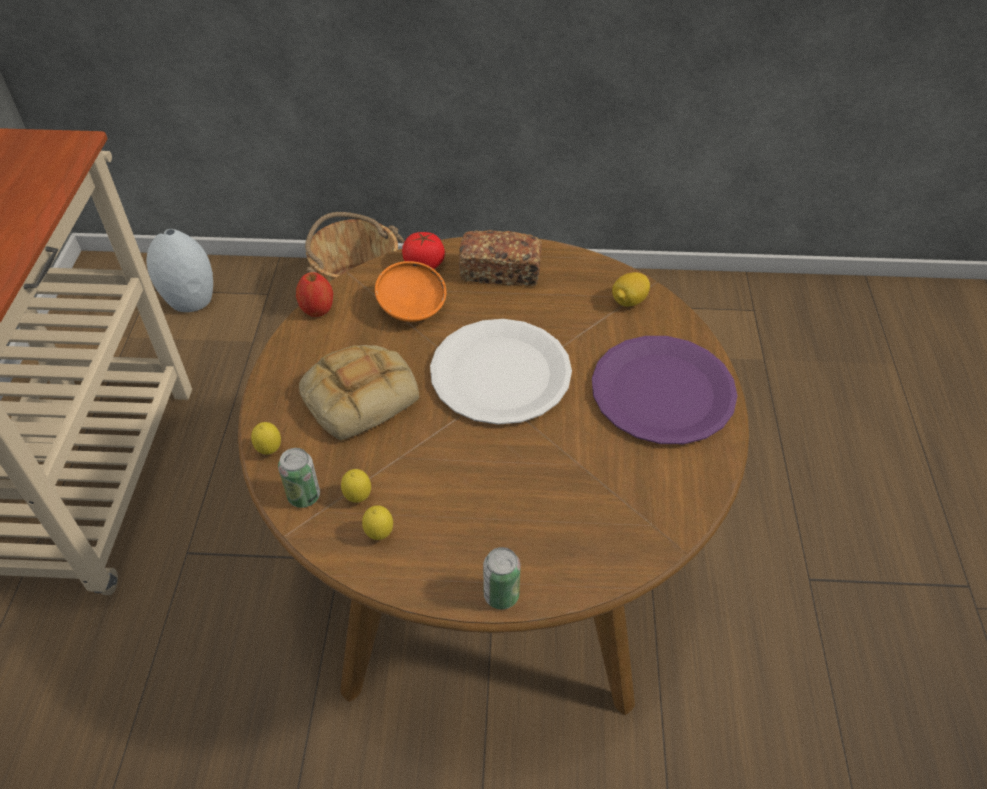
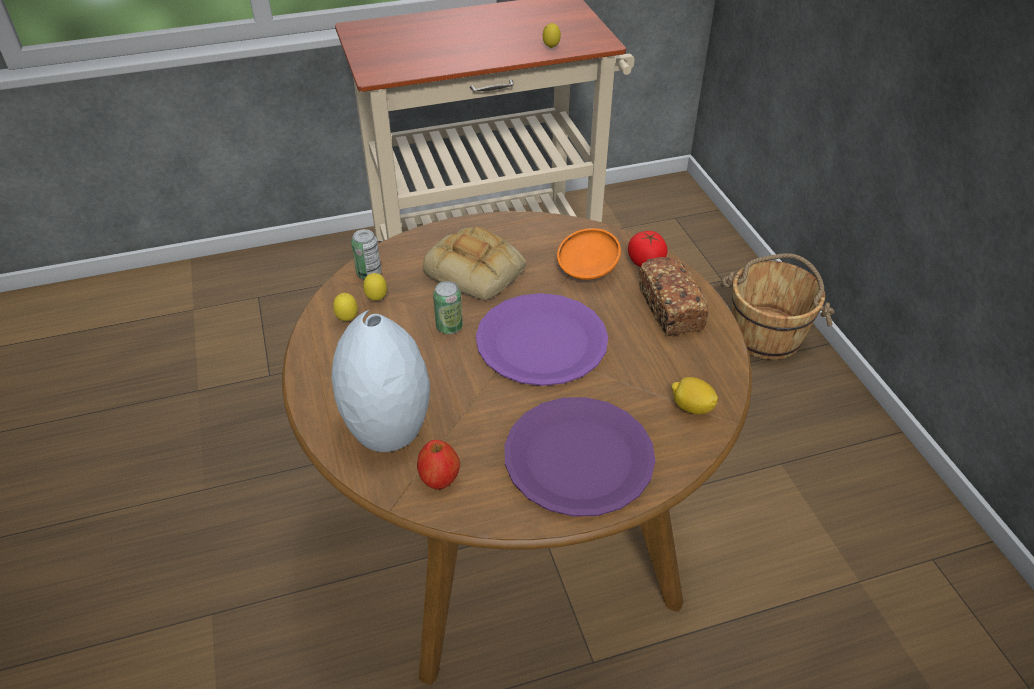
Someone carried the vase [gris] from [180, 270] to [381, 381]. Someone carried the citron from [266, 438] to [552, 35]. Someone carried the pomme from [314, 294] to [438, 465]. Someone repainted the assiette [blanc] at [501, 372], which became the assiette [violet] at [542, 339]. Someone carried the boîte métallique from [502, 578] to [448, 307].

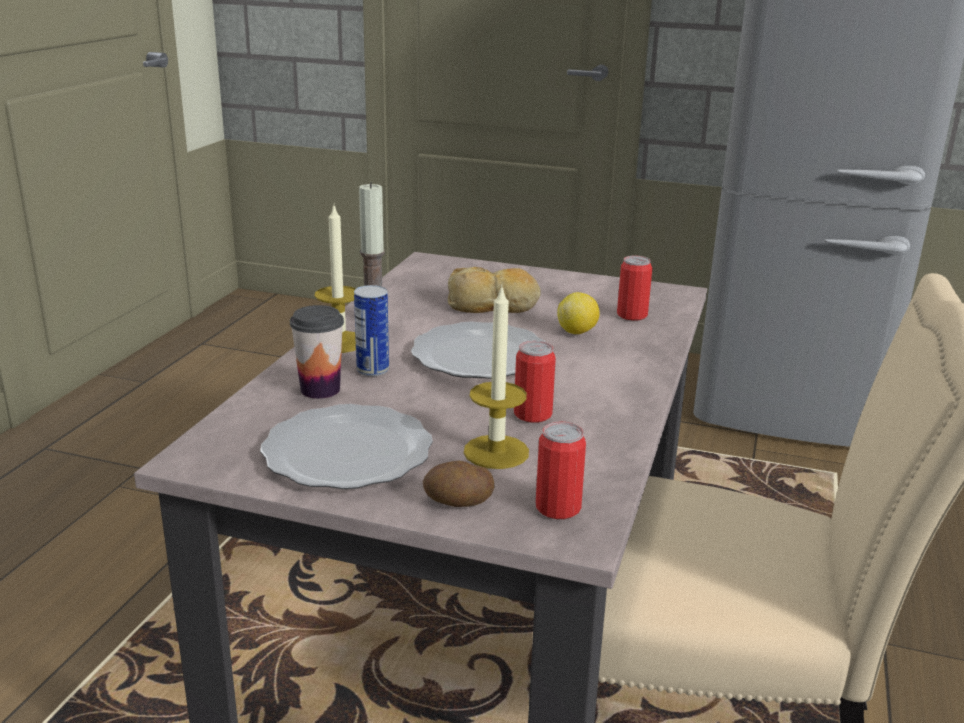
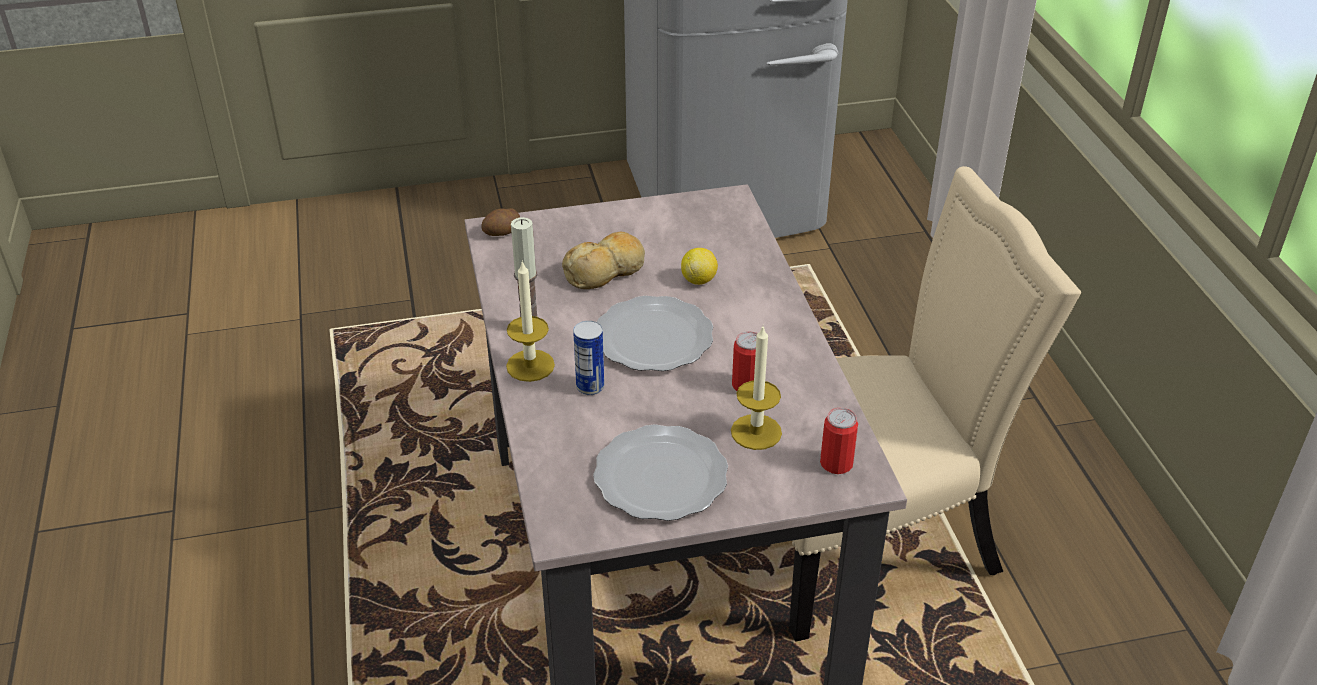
Someone took away the tasse at [317, 352]. Someone carried the pomme de terre from [458, 484] to [500, 222]. Someone took away the boîte métallique at [634, 288].

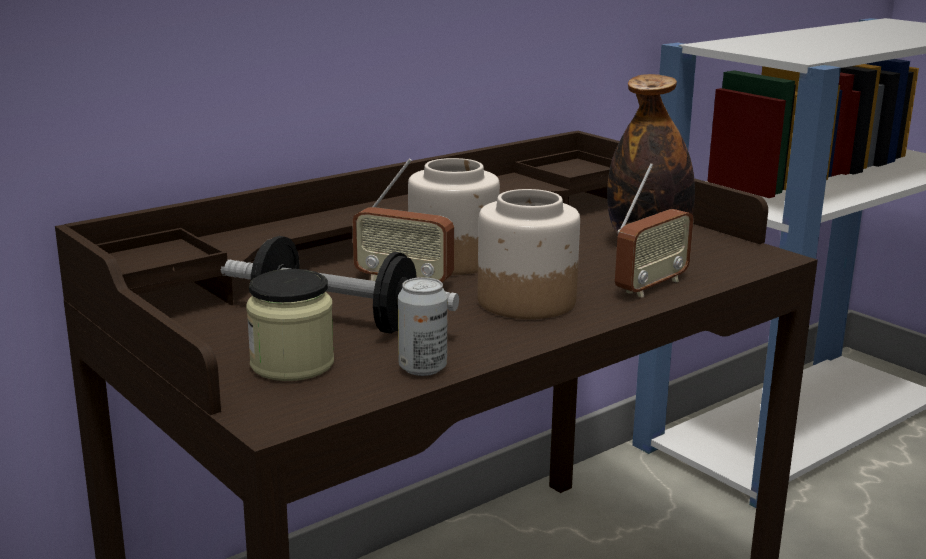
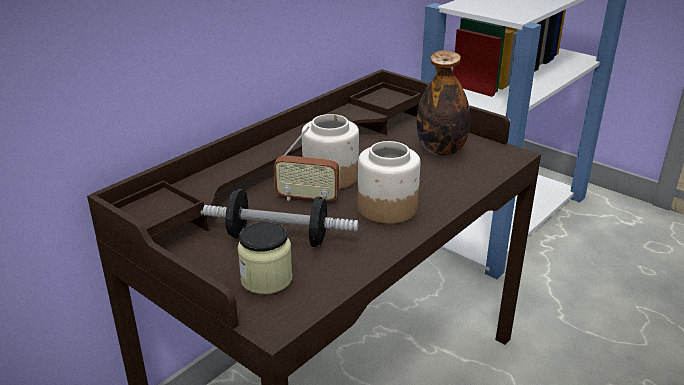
Someone took away the boîte métallique at [423, 326]. Someone took away the radio at [654, 230].

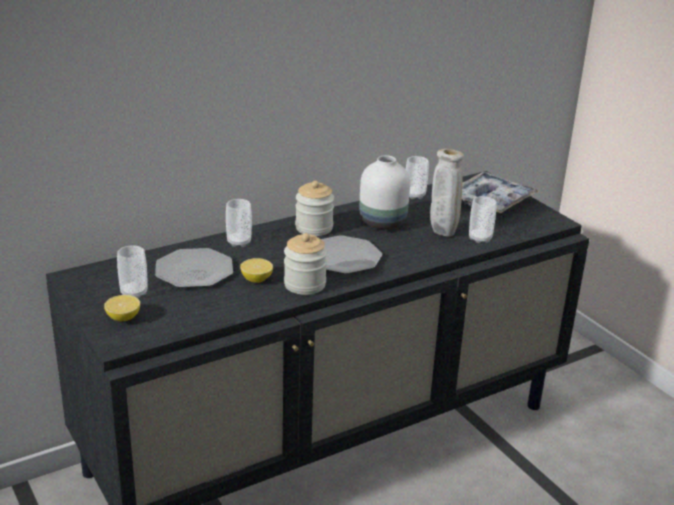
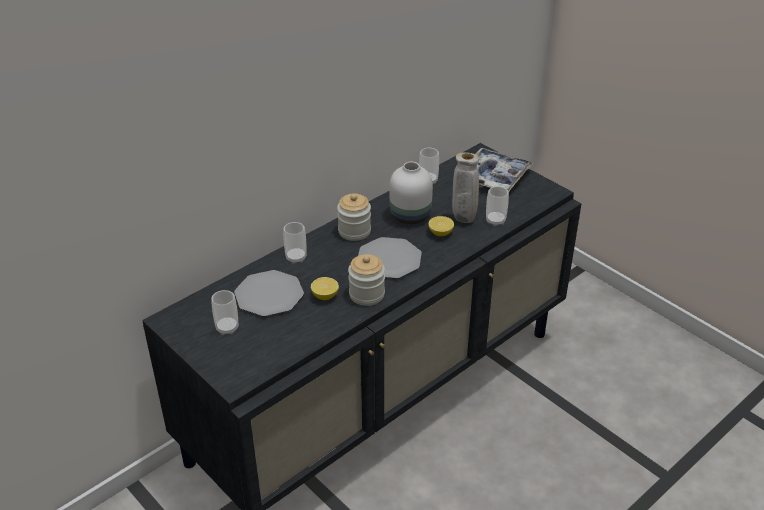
Someone carried the citron from [122, 308] to [441, 226].

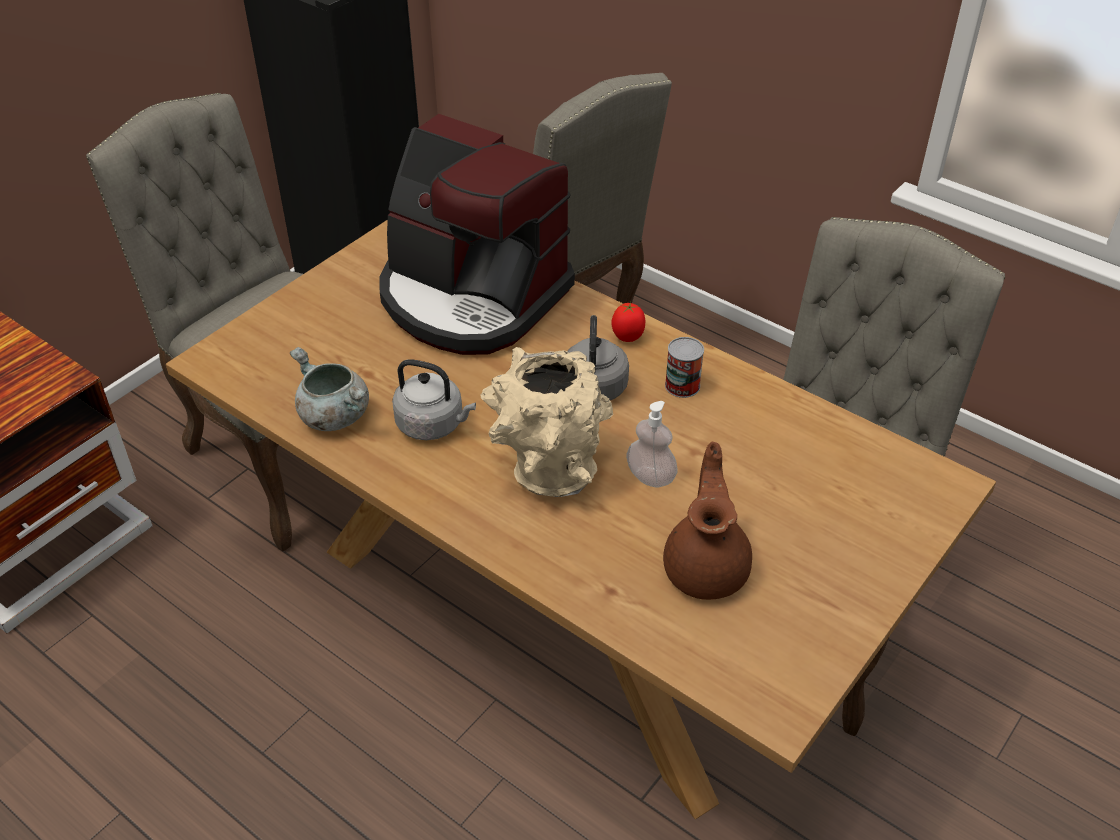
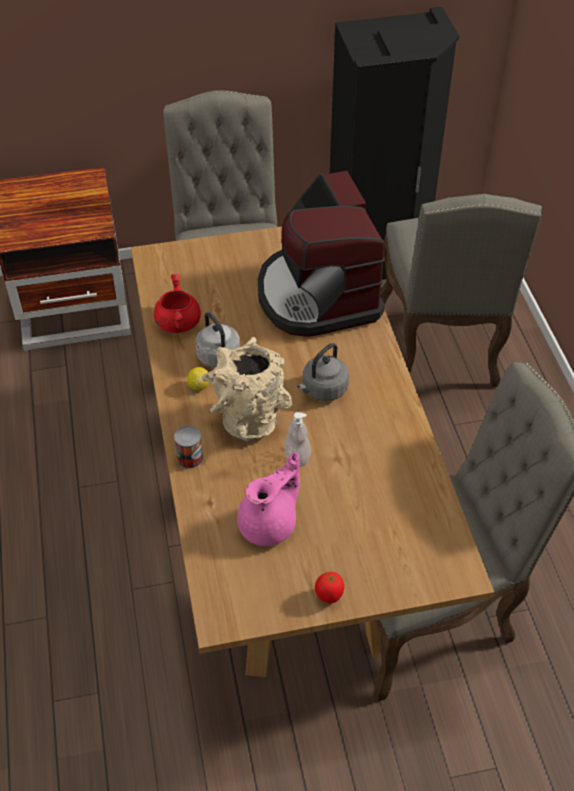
Someone repainted the marmite [gris] at [329, 389], which became the marmite [rouge] at [177, 303]. Someone carried the tomate from [628, 322] to [329, 587]. Someone repainted the théière [marron] at [707, 521], which became the théière [rose] at [268, 499]. Someone carried the boîte métallique from [684, 367] to [188, 447]. Someone put down the citron at [198, 379].

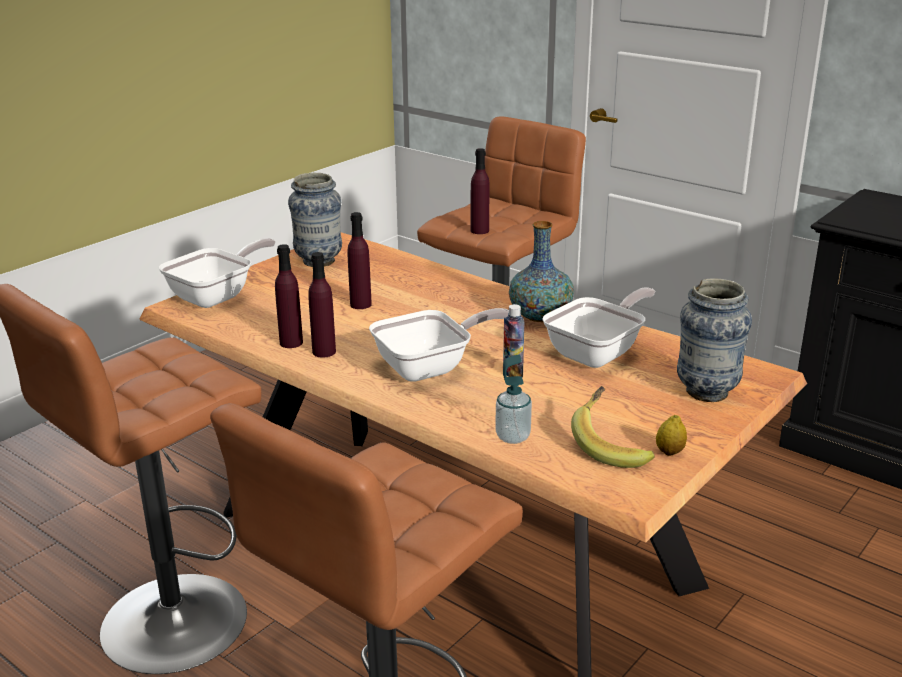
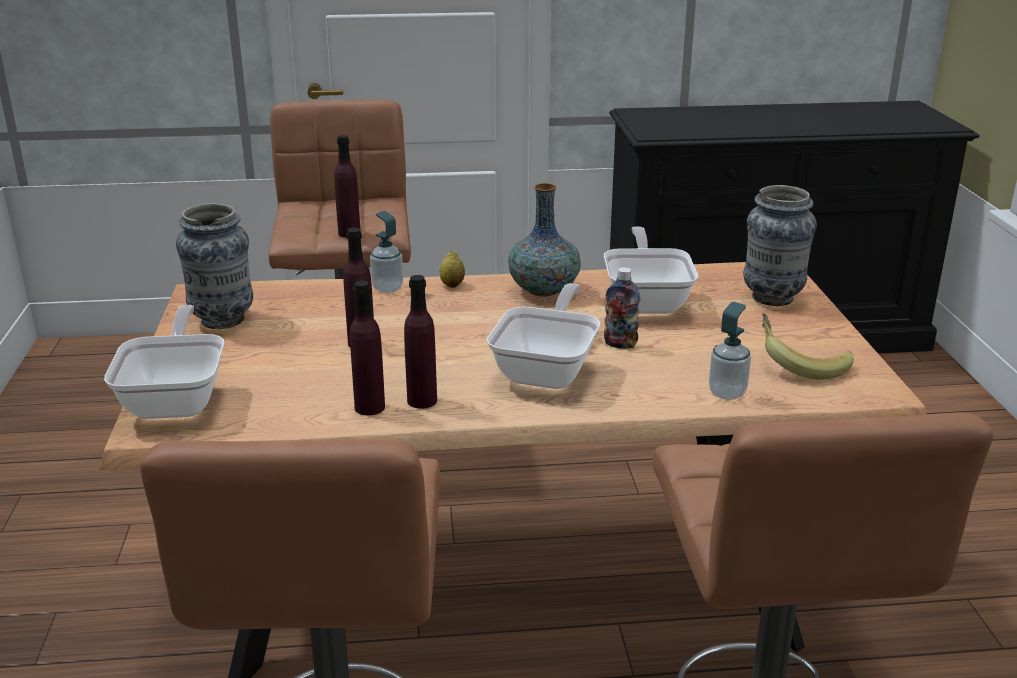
Someone carried the citron from [671, 435] to [452, 269]. Someone put down the distributeur de savon at [386, 252].

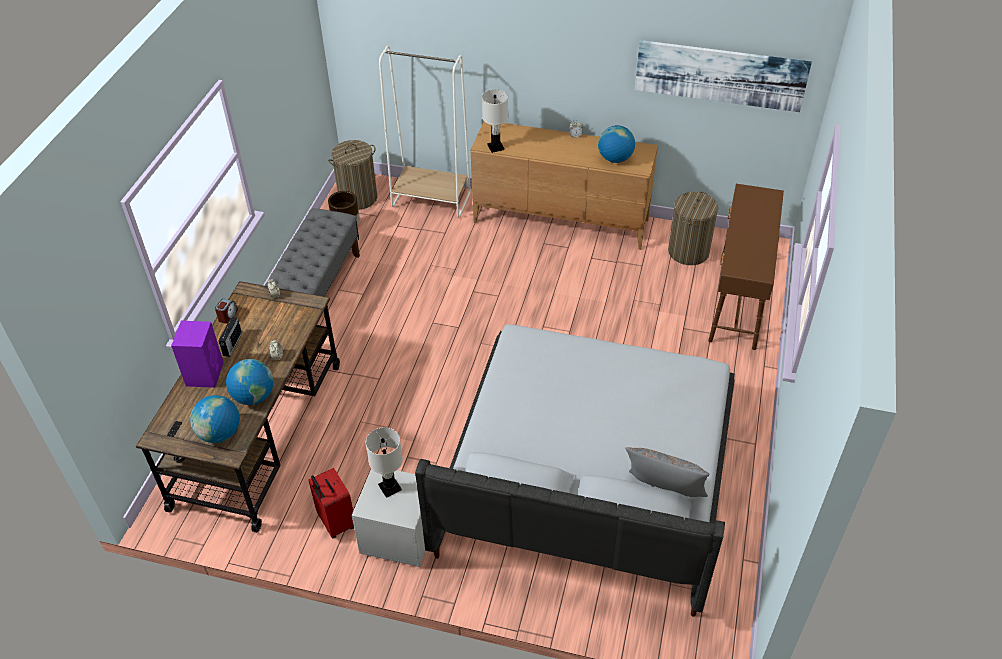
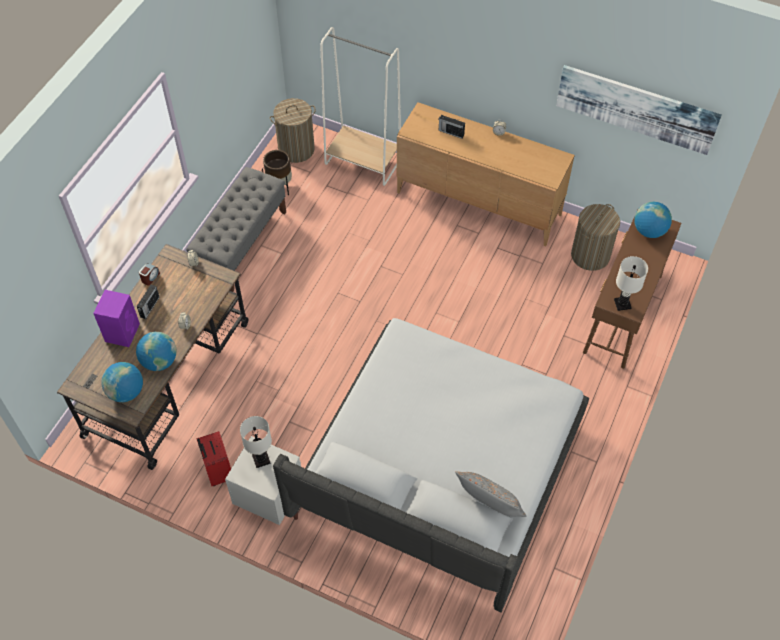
Someone carried the lampe de table [blanc] from [495, 121] to [631, 283]. Someone carried the globe from [616, 144] to [653, 220]. Someone put down the radio at [451, 127].

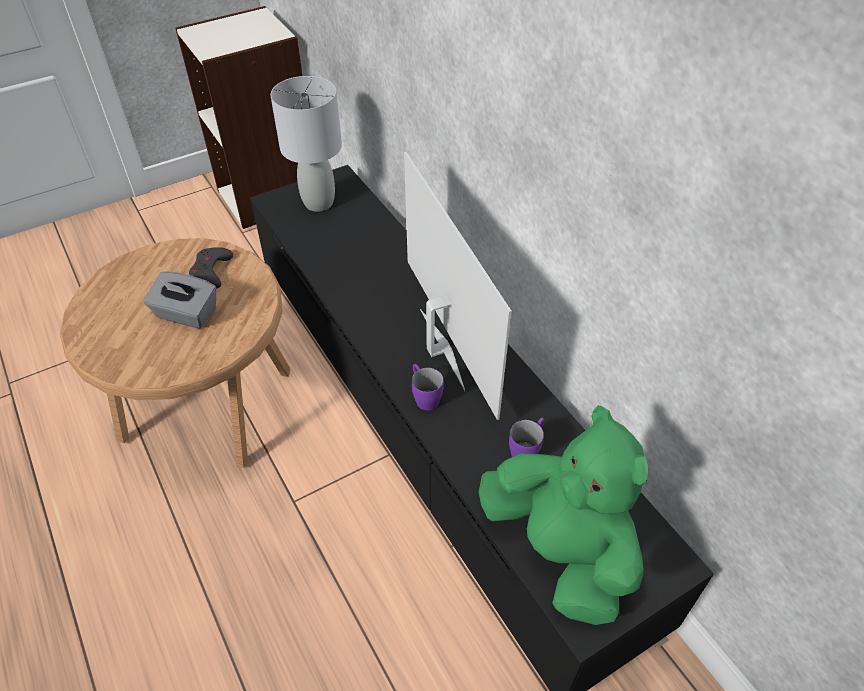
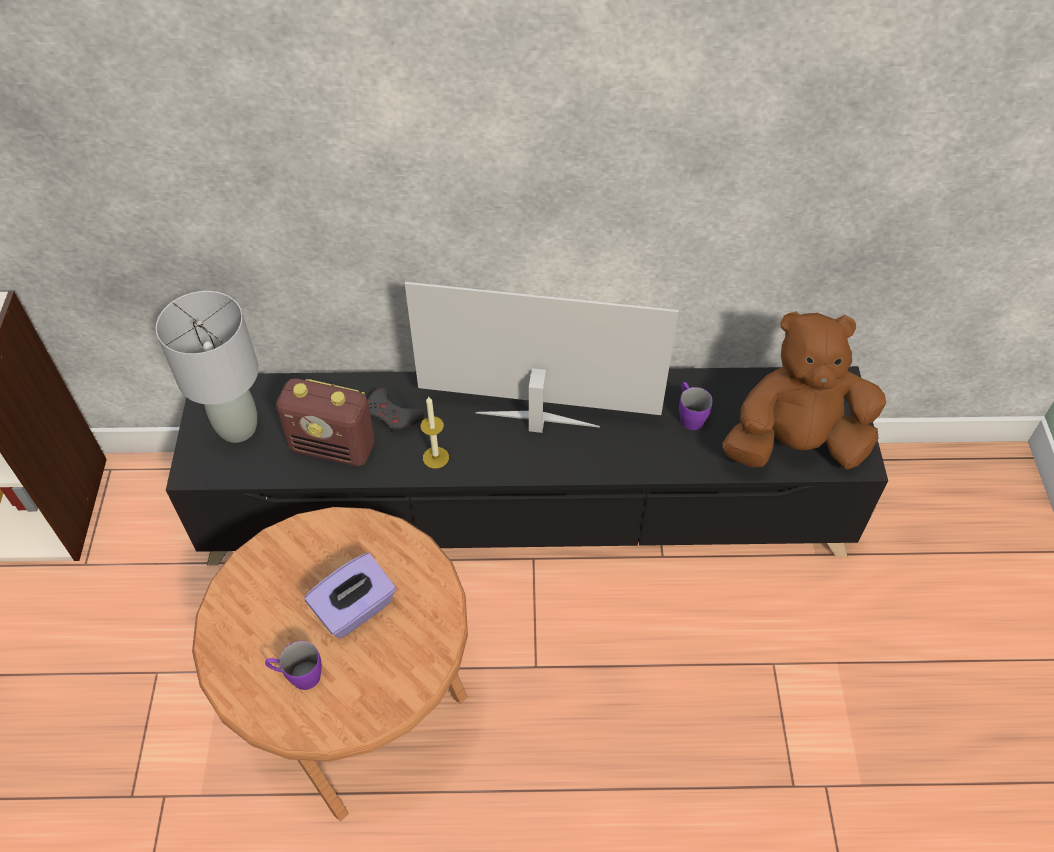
Someone repainted the boîte à mouchoirs [gris] at [180, 299], which became the boîte à mouchoirs [violet] at [350, 596]. Someone carried the manette [gris] from [211, 268] to [396, 410]. Someone carried the mug [violet] from [428, 387] to [293, 665]. Someone repainted the peluche [vert] at [563, 515], which became the peluche [marron] at [804, 390]. Someone put down the radio at [325, 422]. Someone put down the bougie at [435, 433].

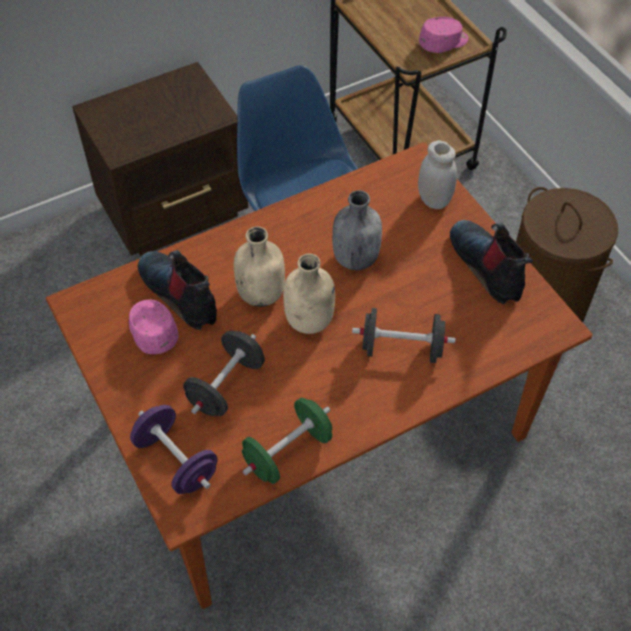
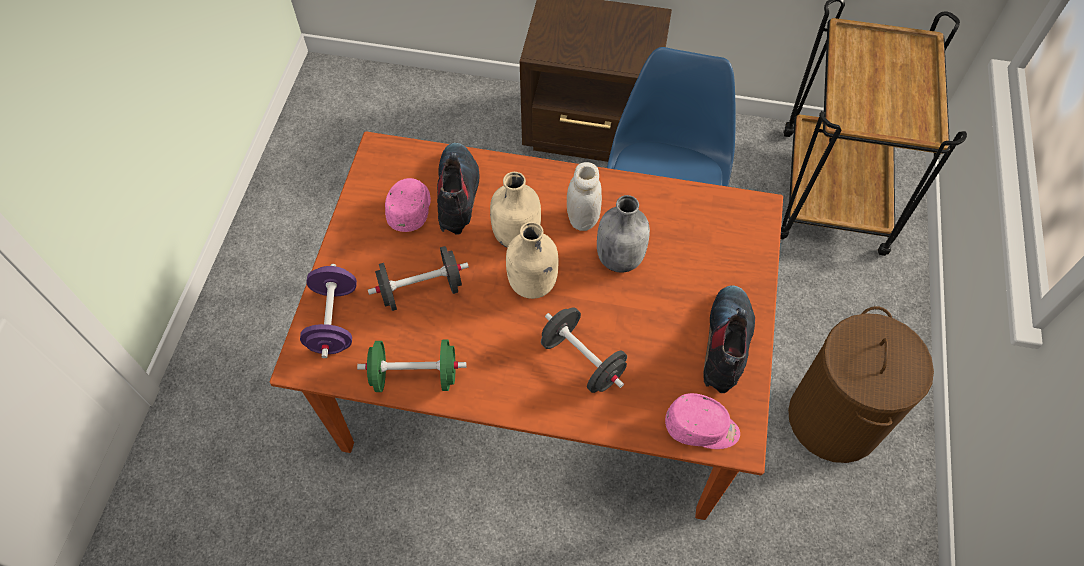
Someone carried the bocal [blanc] from [437, 174] to [584, 196]. Someone carried the casquette [rose] from [443, 35] to [702, 421].

